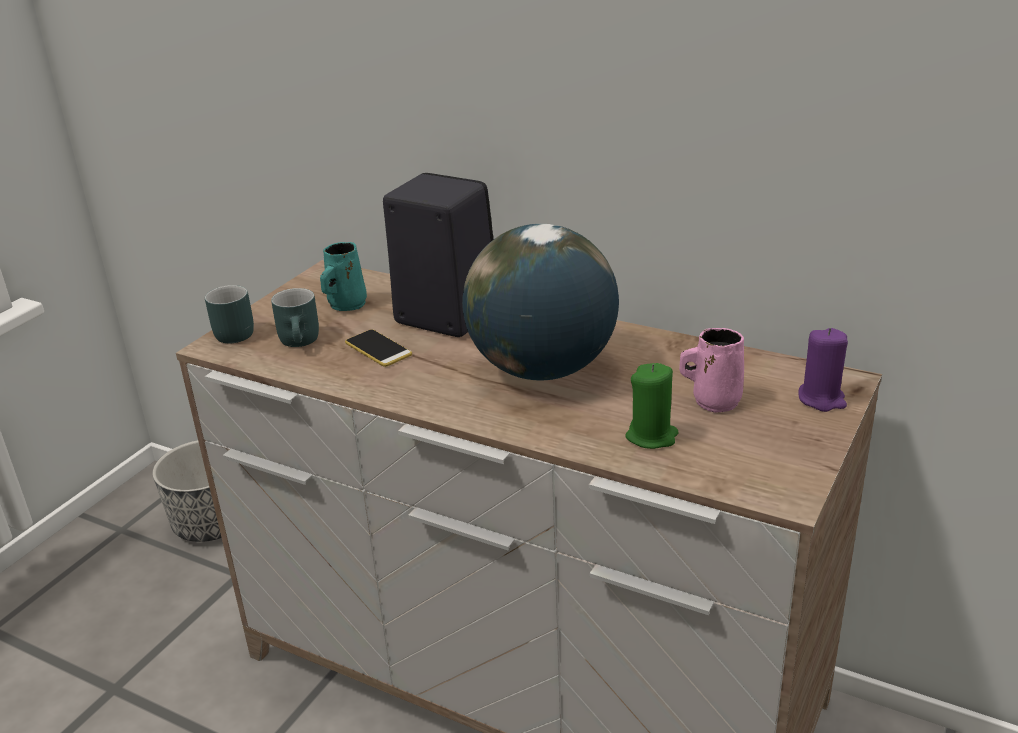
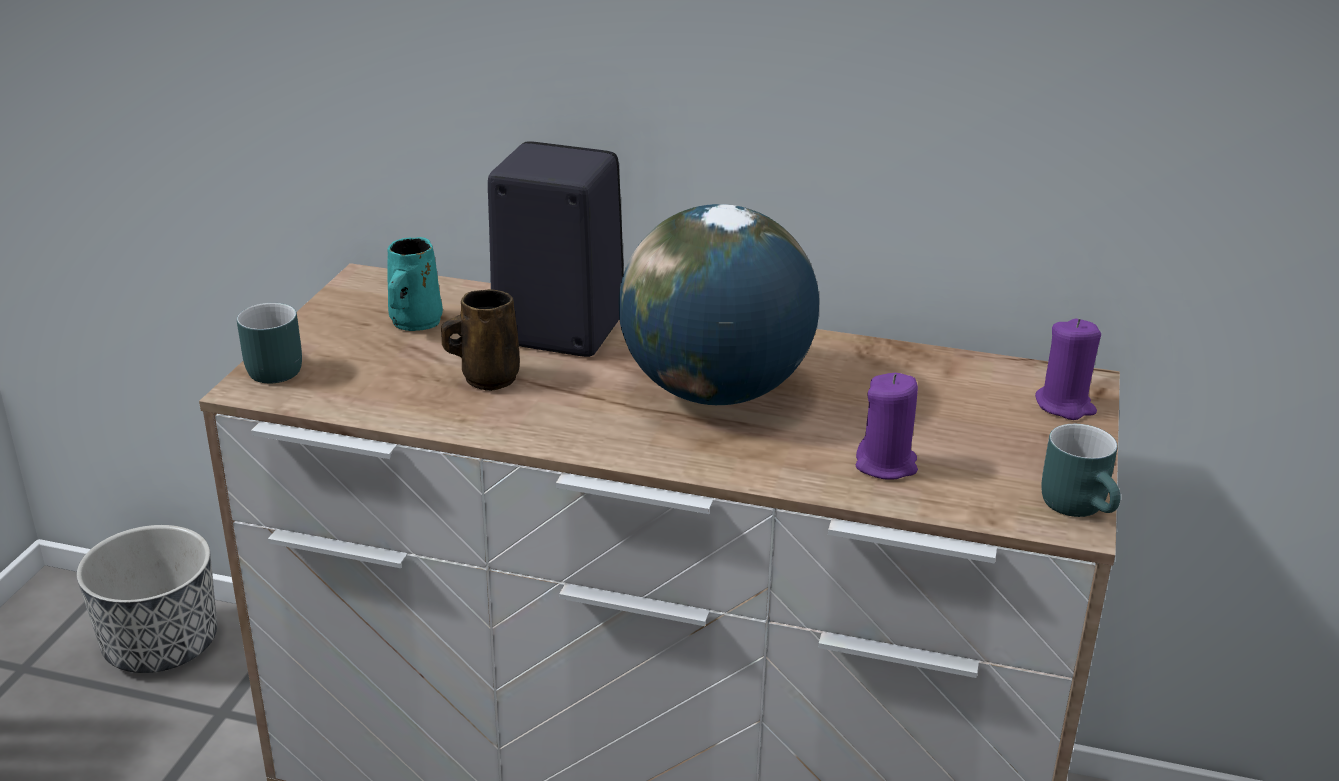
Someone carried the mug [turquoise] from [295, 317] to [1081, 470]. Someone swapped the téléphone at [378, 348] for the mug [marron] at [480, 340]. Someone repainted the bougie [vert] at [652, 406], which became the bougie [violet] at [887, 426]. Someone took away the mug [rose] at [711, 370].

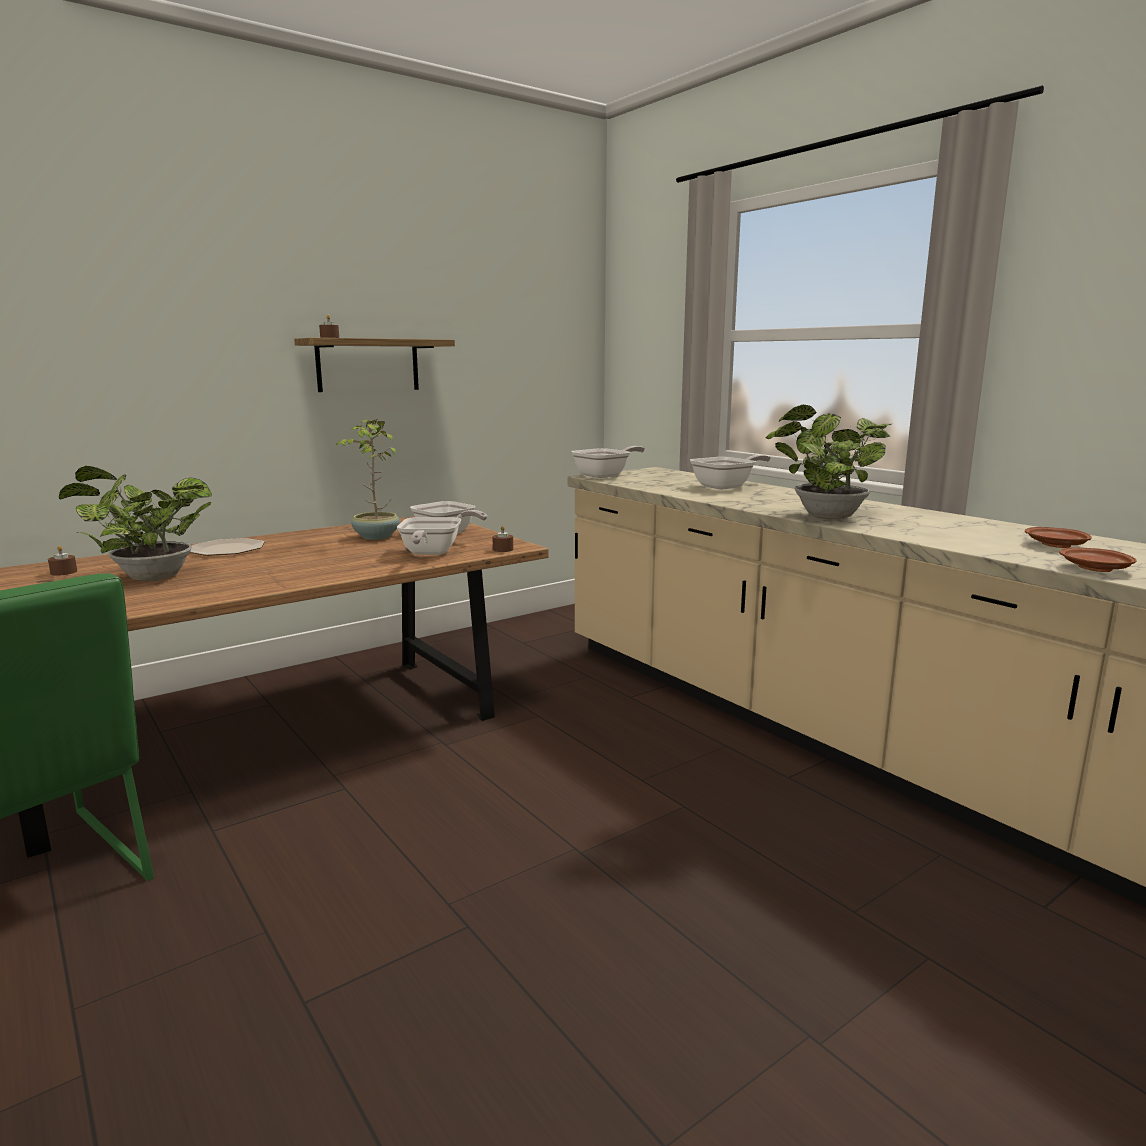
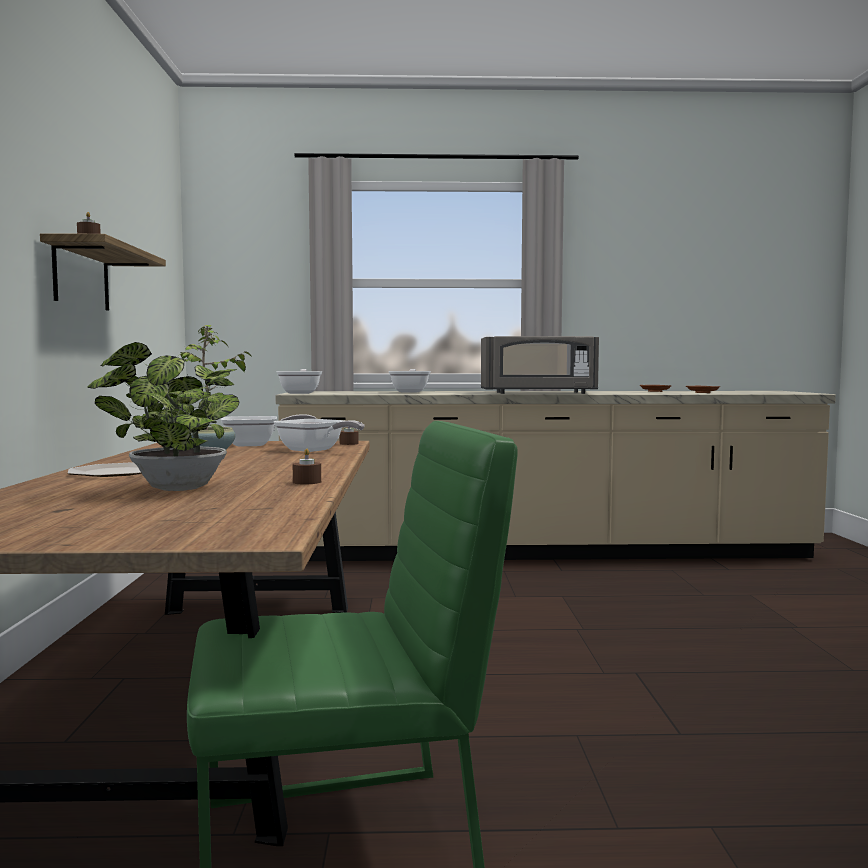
Someone carried the bougie [marron] from [62, 561] to [307, 466]. Someone swapped the plante en pot at [828, 462] for the micro-ondes [gris] at [540, 365].

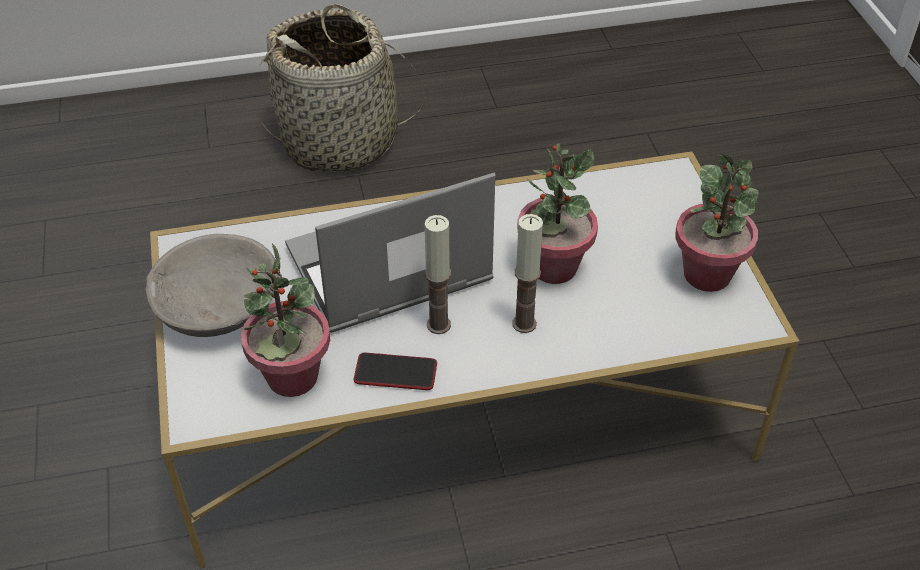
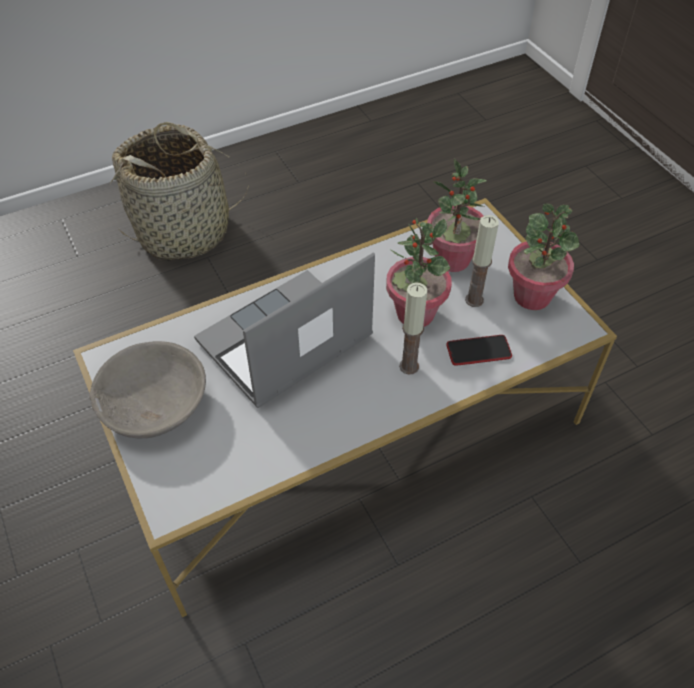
Someone carried the plante en pot from [285, 320] to [456, 215]. Someone carried the téléphone from [395, 371] to [479, 350]. Someone carried the bougie from [438, 274] to [482, 261].

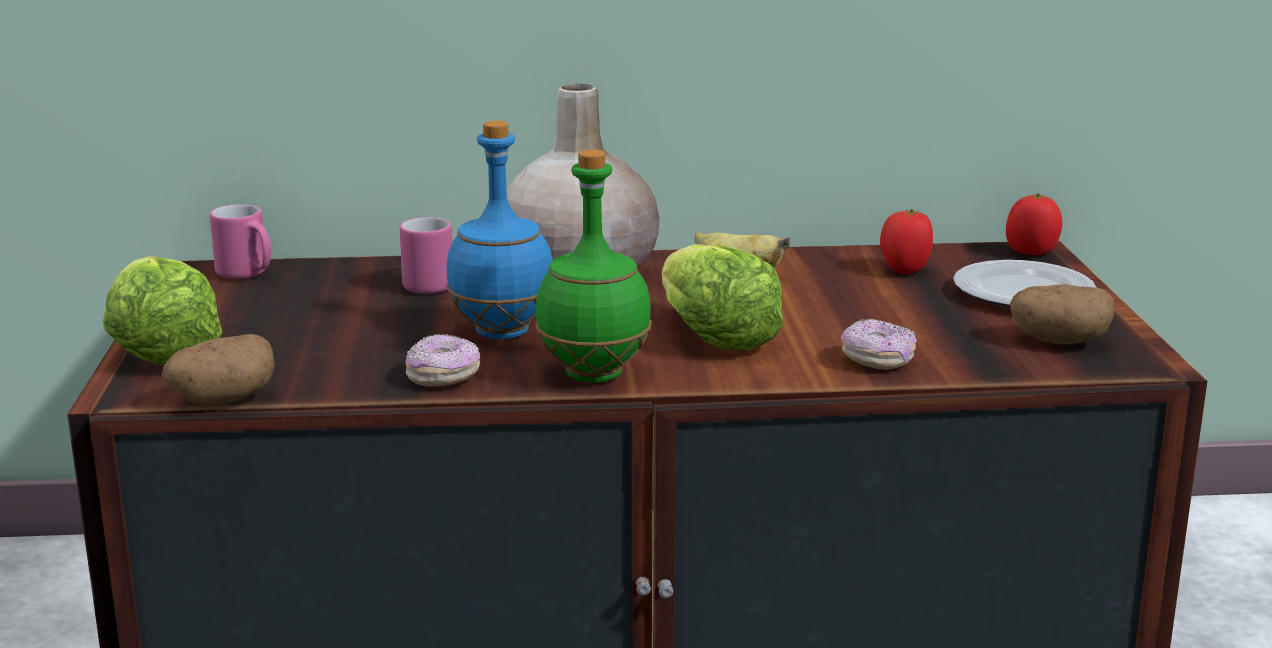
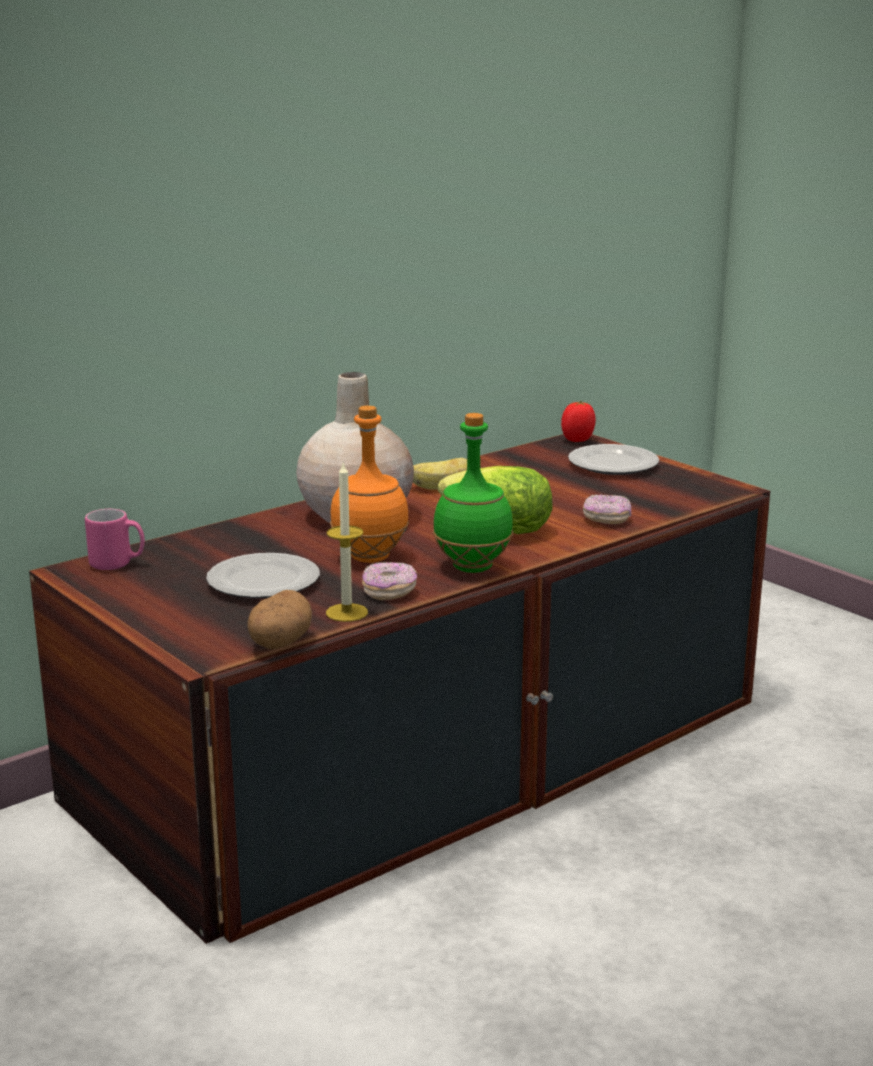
Someone took away the laitue at [162, 310]. Someone took away the mug [rose] at [425, 255]. Someone repainted the bouteille [bleu] at [499, 230], which became the bouteille [orange] at [369, 484]. Someone took away the tomate at [906, 241]. Someone took away the pomme de terre at [1063, 314]. Someone put down the assiette at [263, 575]. Someone put down the bougie at [347, 541].

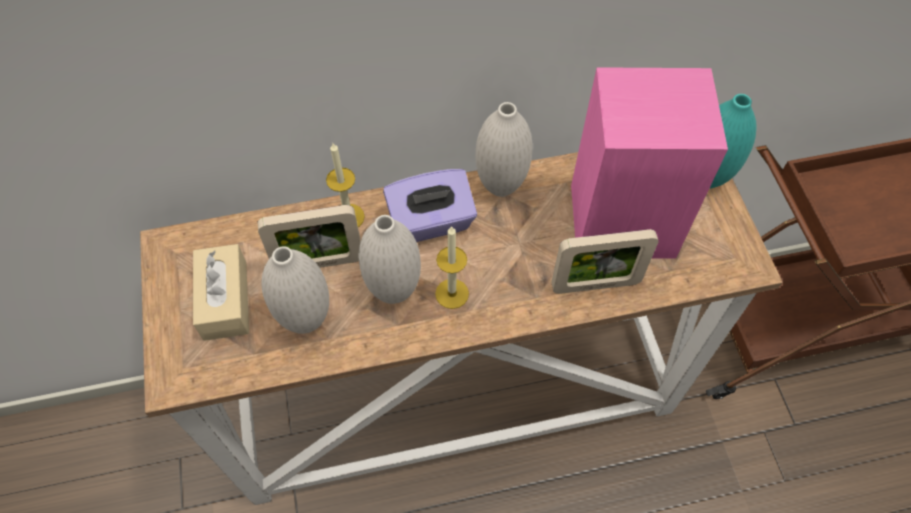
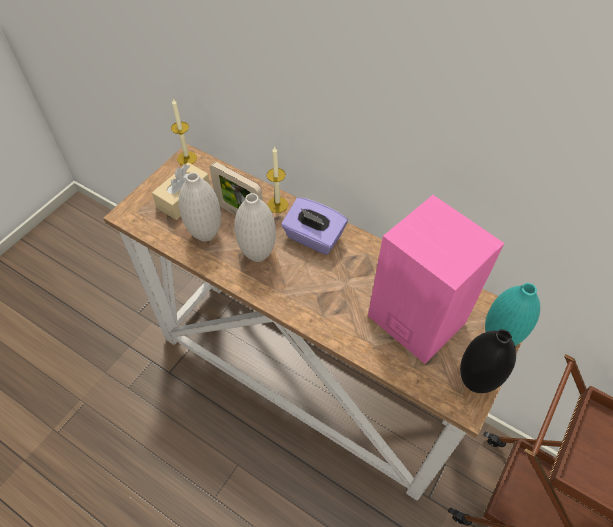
Someone carried the bougie from [452, 267] to [184, 132]. Someone took away the vase [blanc] at [504, 149]. Someone took away the cadre photo at [604, 261]. Someone put down the vase [noir] at [488, 361].

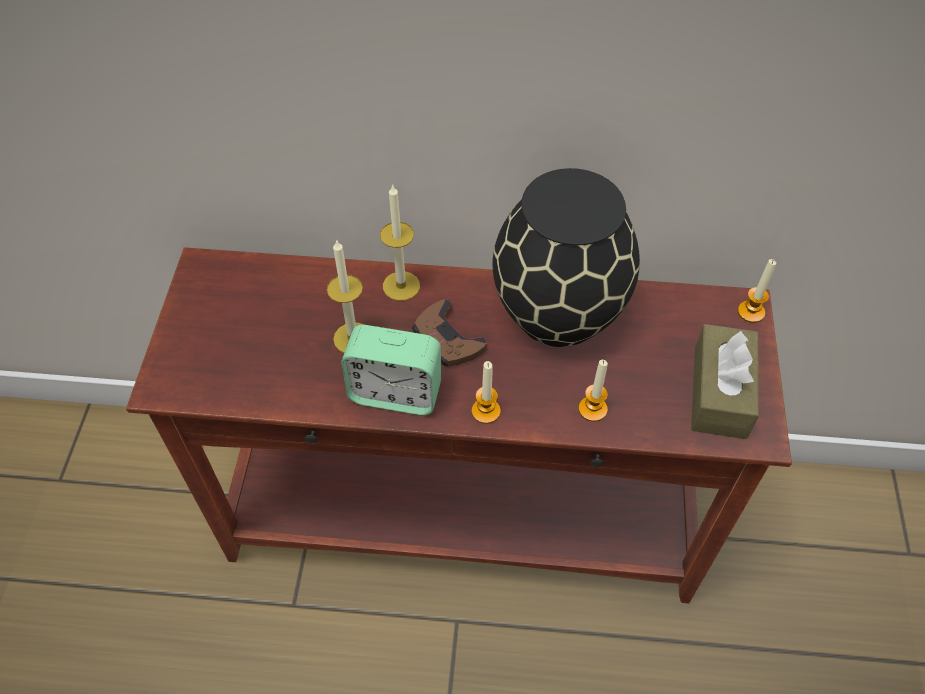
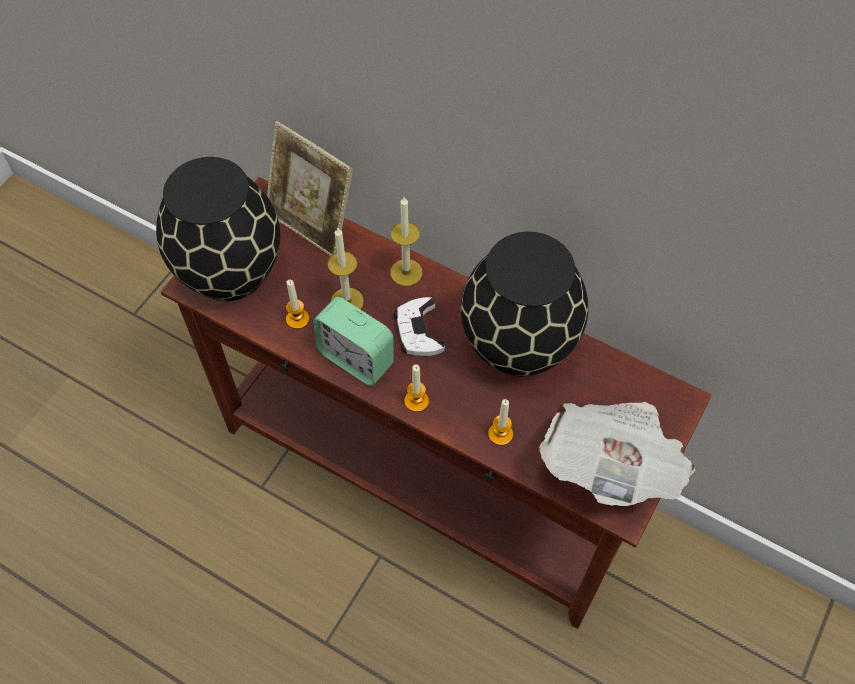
Someone repainted the manette [marron] at [449, 332], which became the manette [blanc] at [419, 326]. Someone swapped the boîte à mouchoirs [marron] at [725, 381] for the journal at [617, 454]. Someone carried the bougie from [757, 291] to [297, 304]. Someone put down the vase [noir] at [218, 229]. Someone put down the cadre photo at [310, 188].

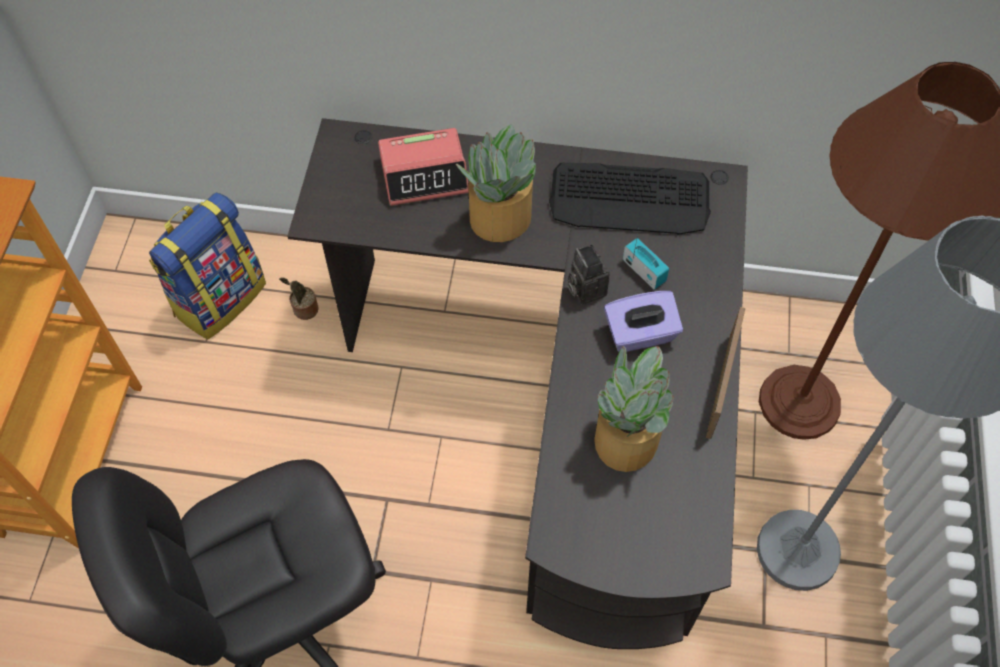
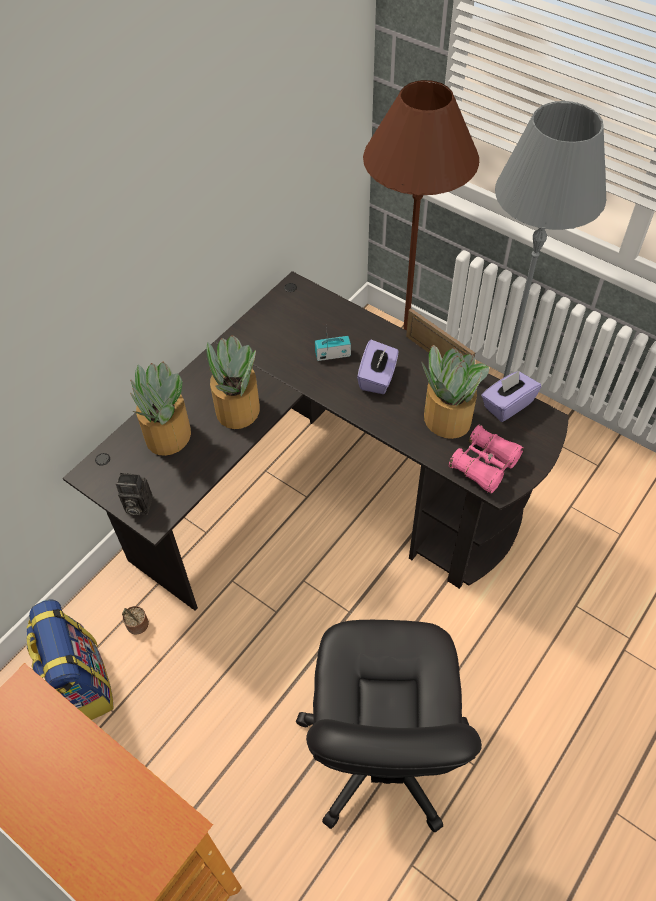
Someone swapped the réveil at [423, 167] for the plante en pot at [160, 409]. Someone took away the clavier at [630, 199]. Someone carried the appareil photo from [589, 275] to [134, 494]. Someone put down the jumelles [rose] at [486, 459]. Someone put down the boîte à mouchoirs [violet] at [511, 396].

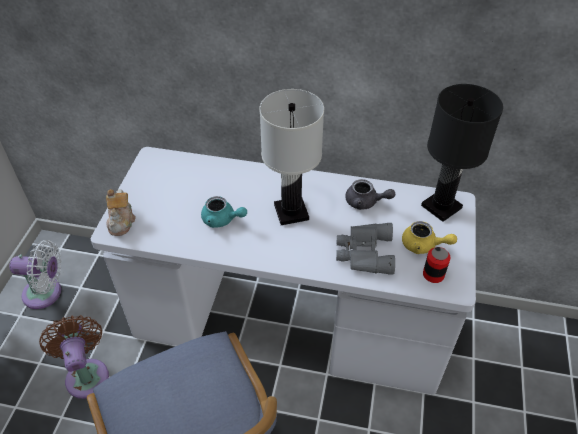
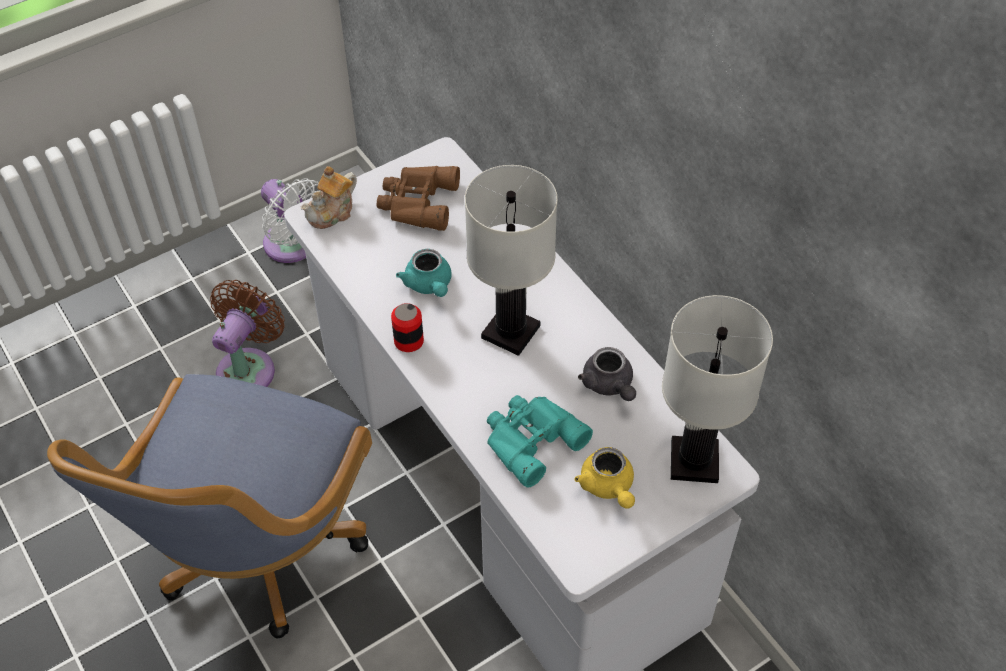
Someone repainted the jumelles [gris] at [365, 249], which became the jumelles [turquoise] at [540, 441]. Someone repainted the lampe de table [noir] at [462, 153], which became the lampe de table [blanc] at [717, 389]. Someone carried the boîte métallique from [437, 265] to [407, 327]. Someone put down the jumelles [marron] at [418, 198].

